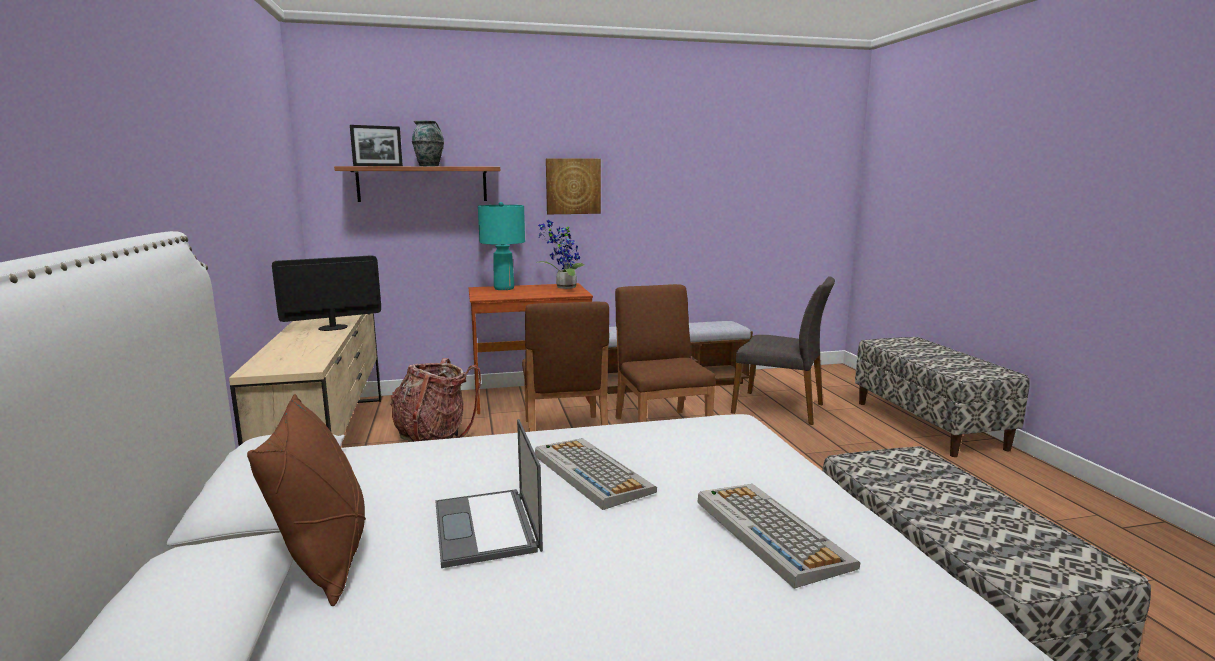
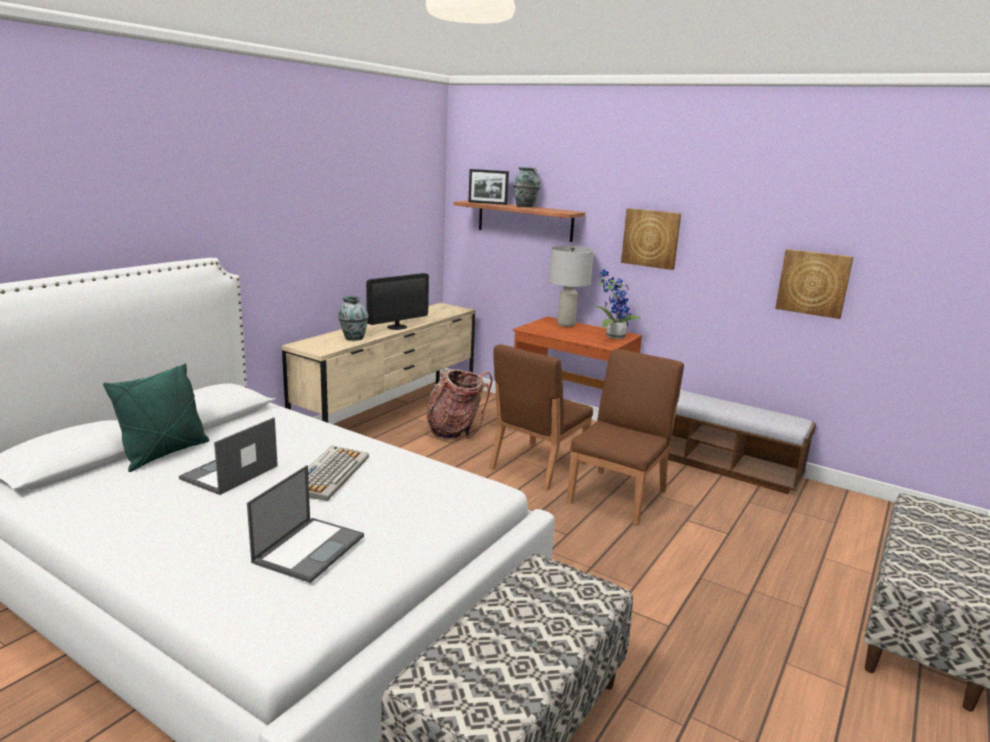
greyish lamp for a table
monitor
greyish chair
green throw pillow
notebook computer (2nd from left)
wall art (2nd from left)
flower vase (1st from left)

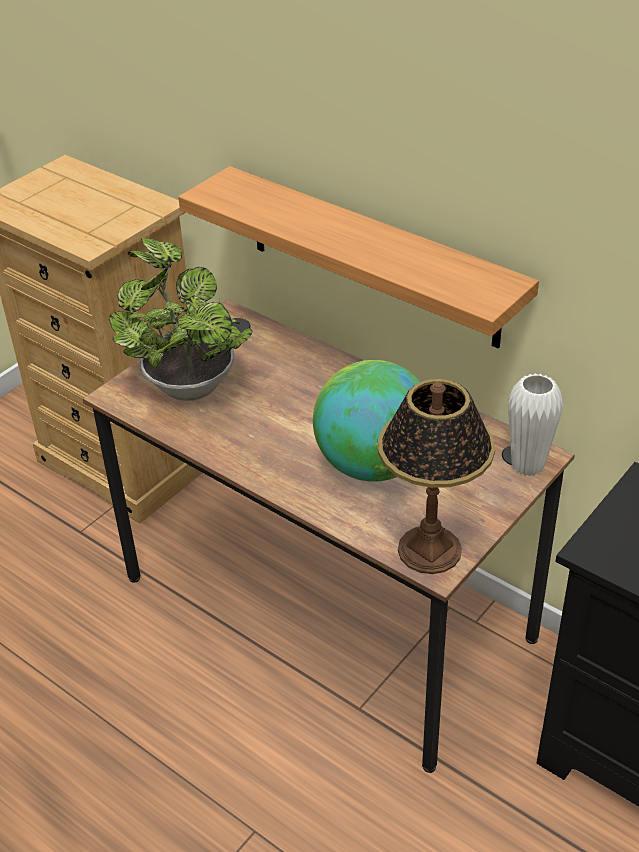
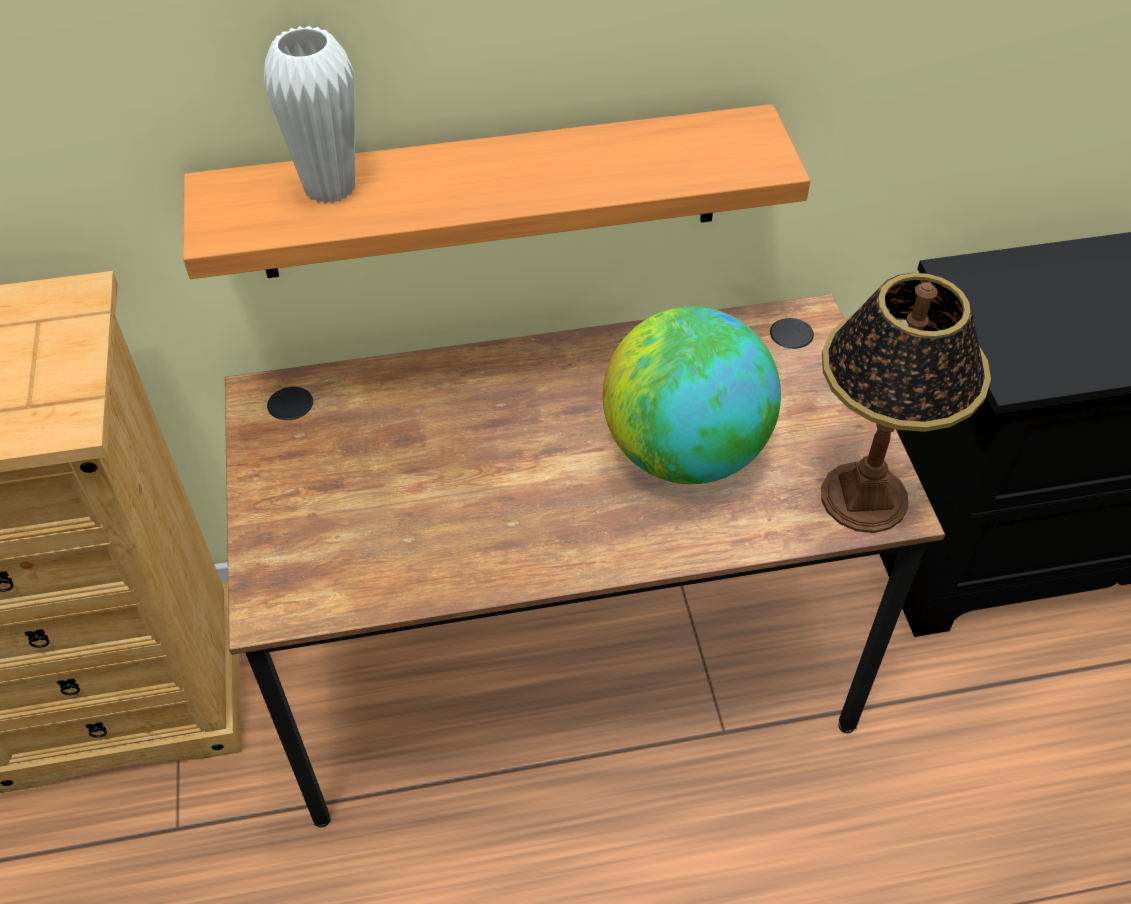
houseplant
white flower vase

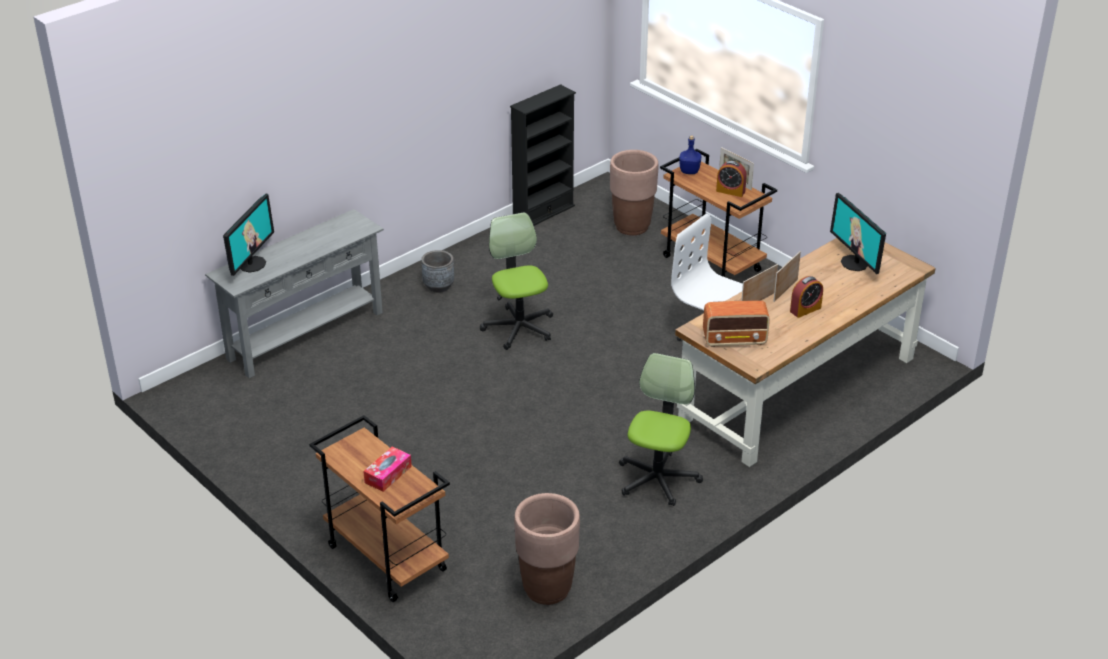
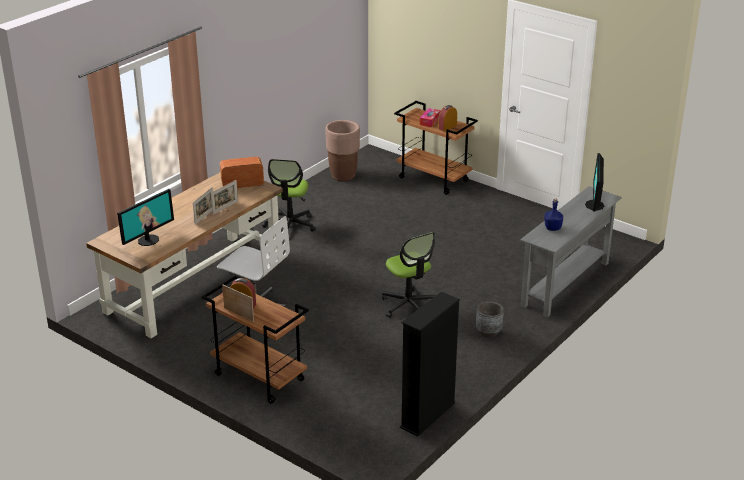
blue drink bottle
brown-coloured planter (2nd from left in the first image)
monitor (1st from left)
bedside clock (2nd from left)

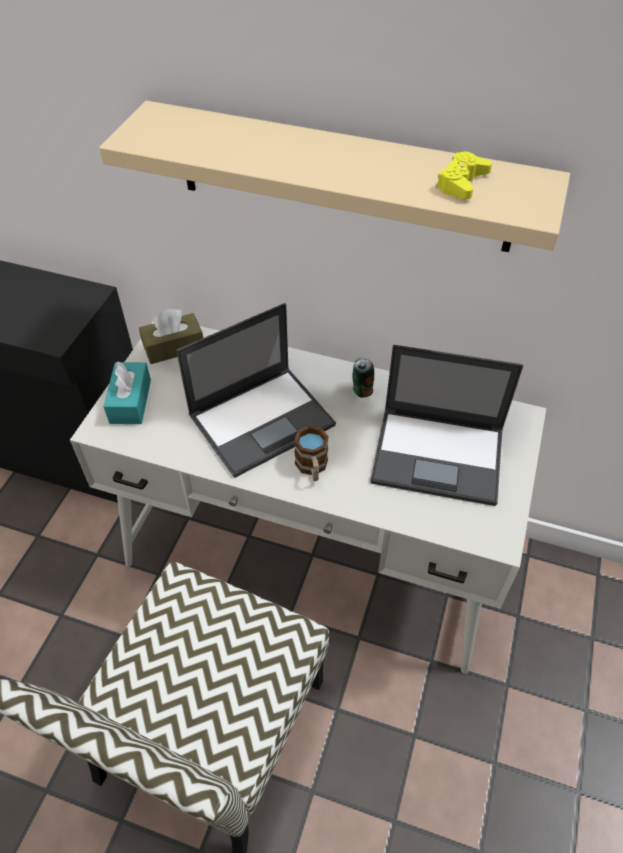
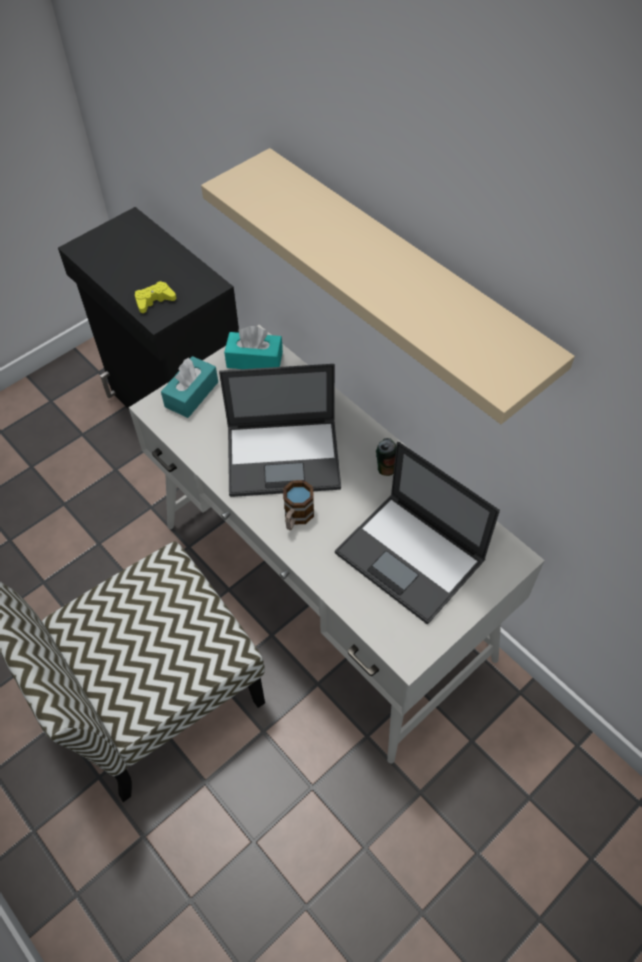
yellowish game controller
blue-green box of tissues (2nd from left)

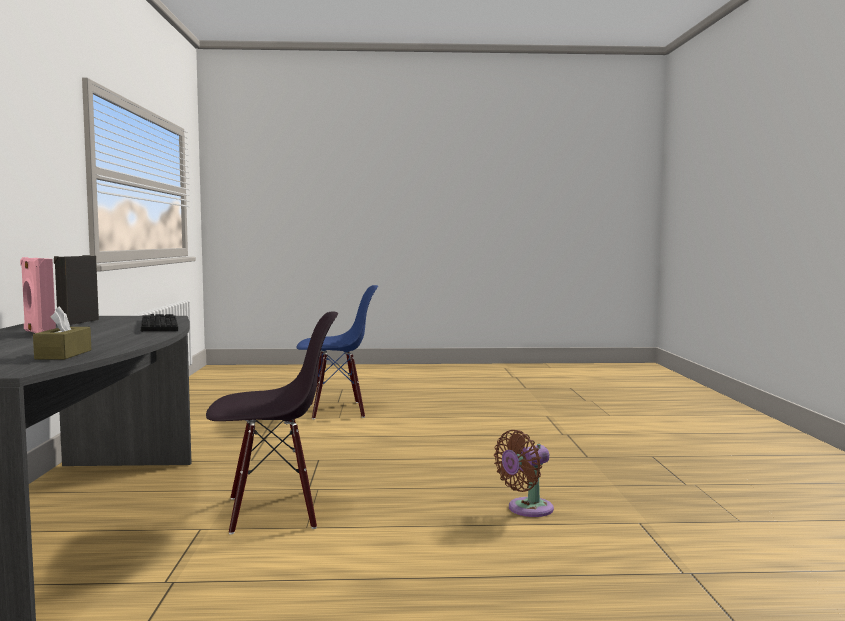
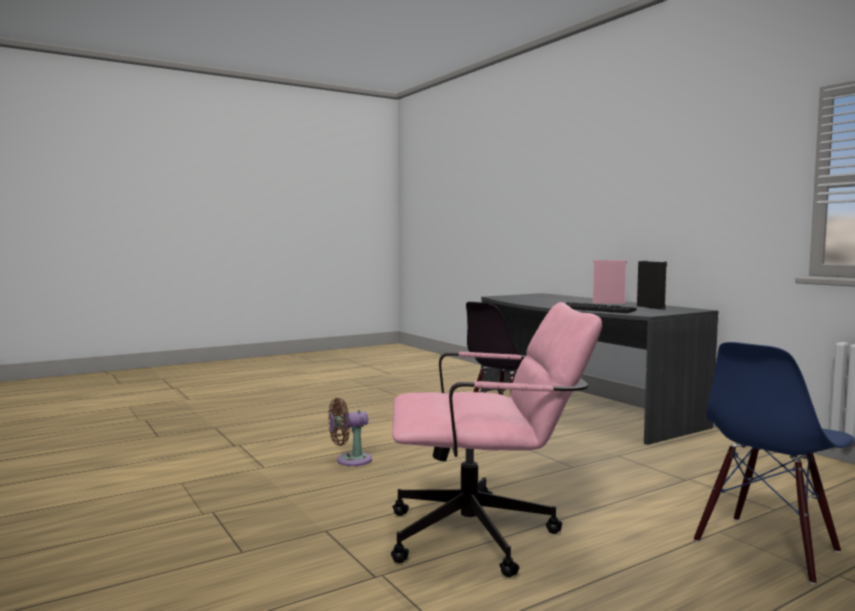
brown-coloured box of tissues
brown-coloured cooling fan
pink-coloured office chair

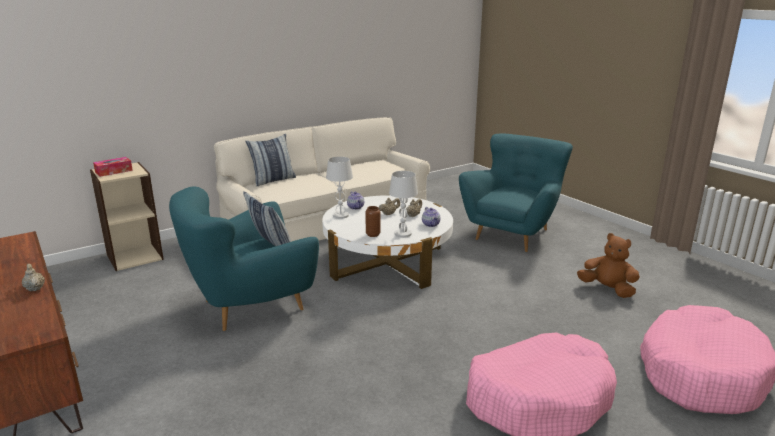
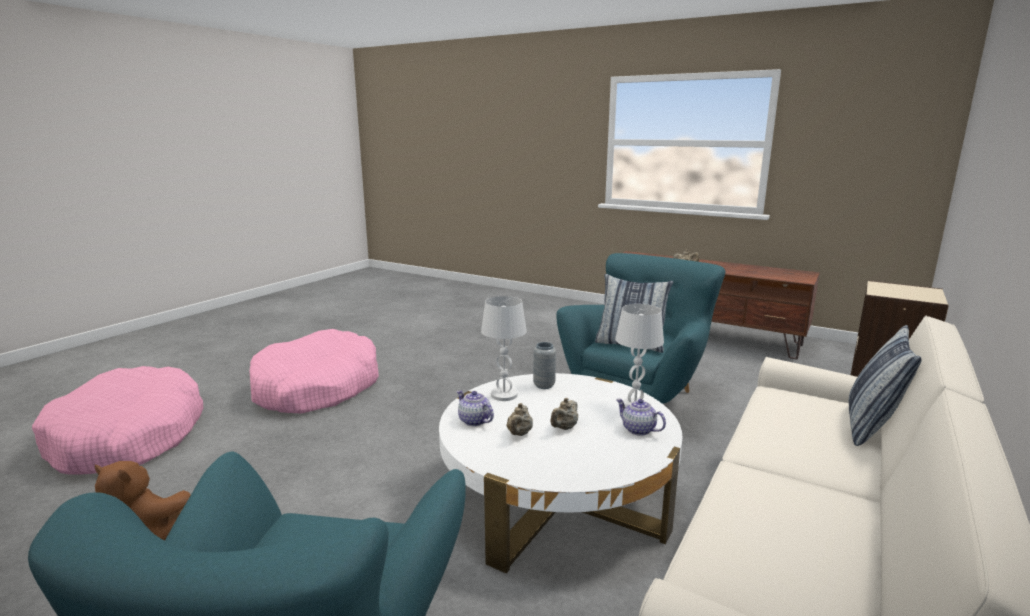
box of tissues
greyish flower vase

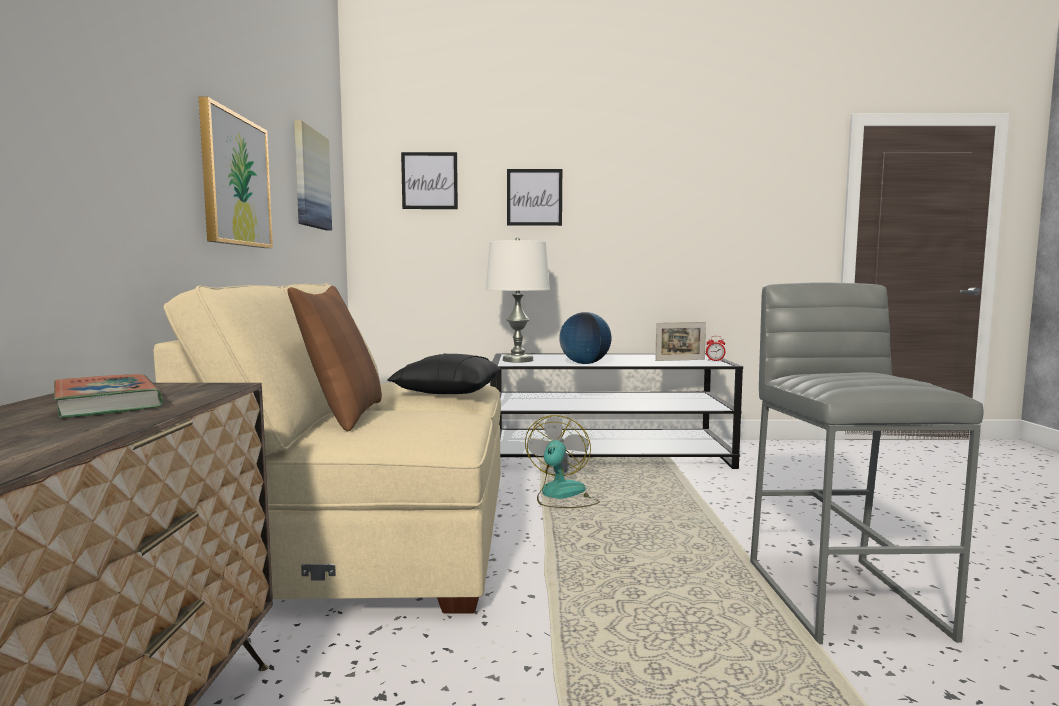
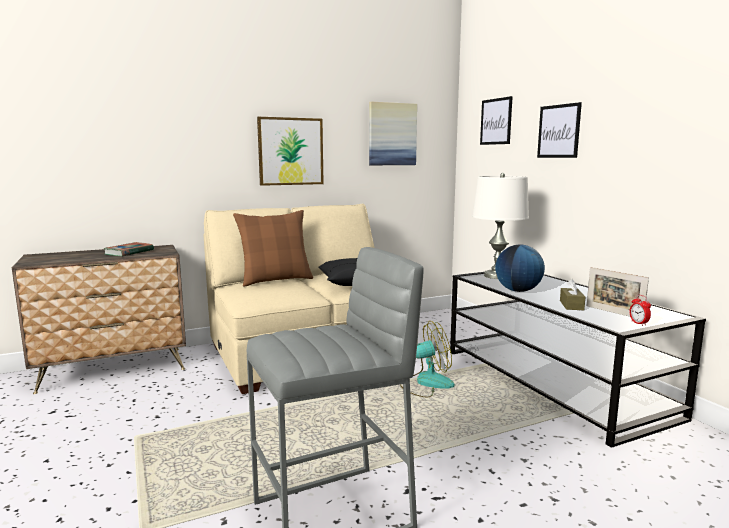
brown-coloured box of tissues

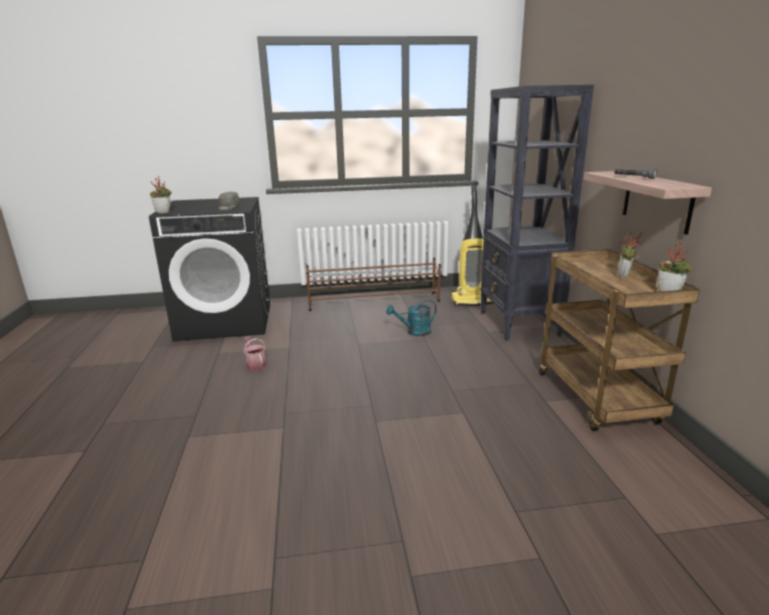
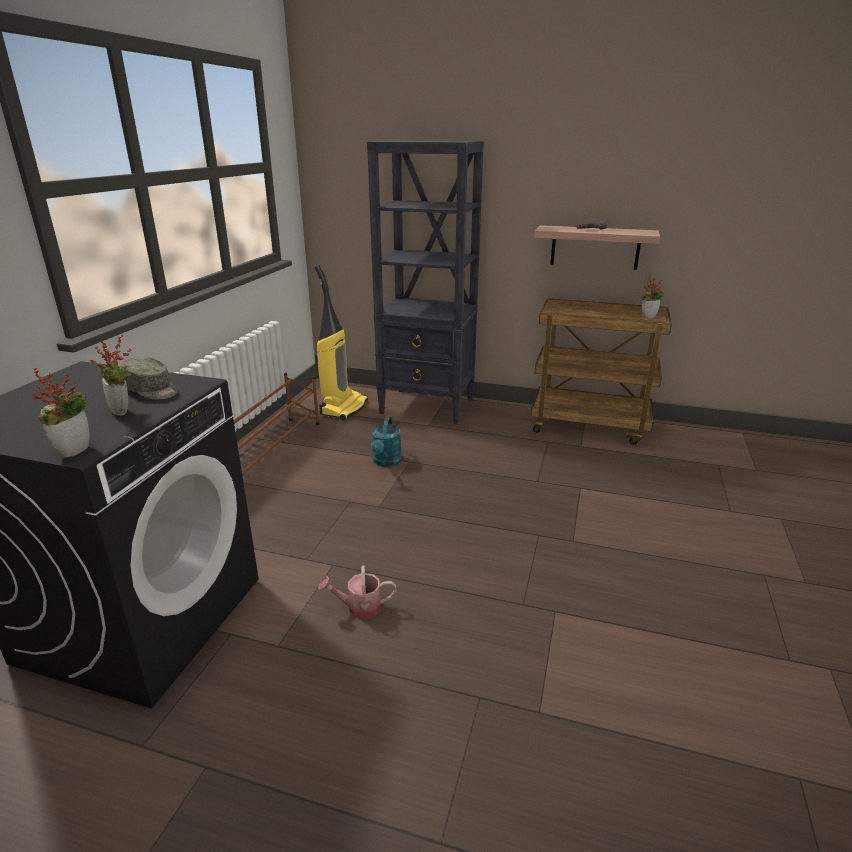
houseplant (2nd from left)

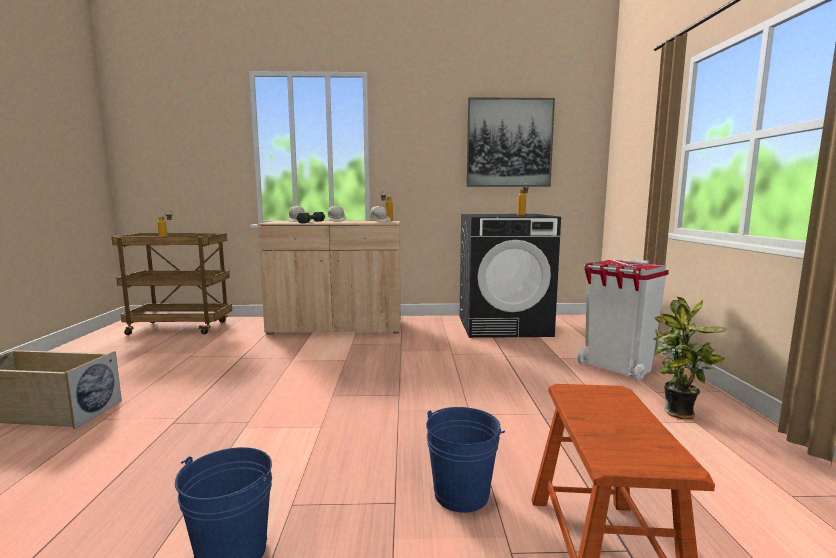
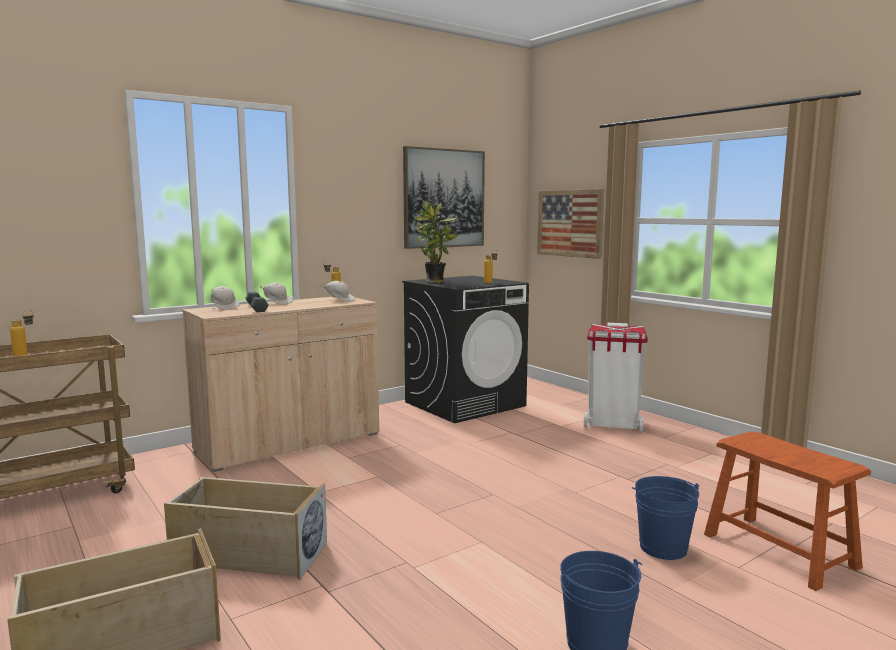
houseplant
wall art (2nd from left)
beige-coloured storage box (2nd from left)

